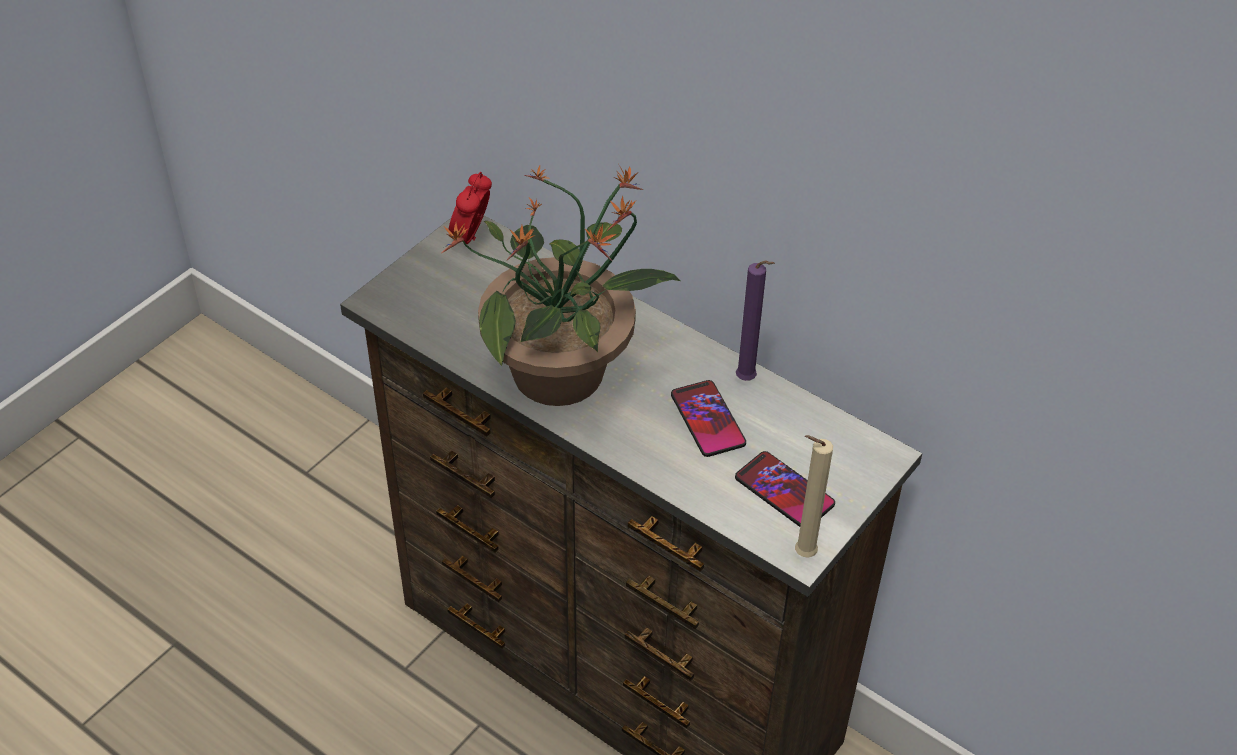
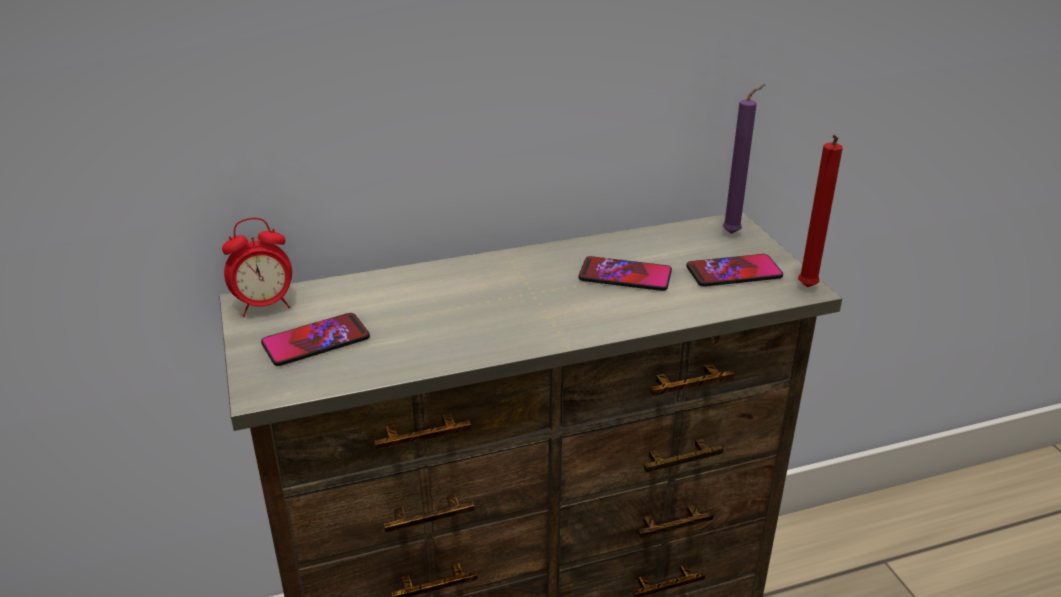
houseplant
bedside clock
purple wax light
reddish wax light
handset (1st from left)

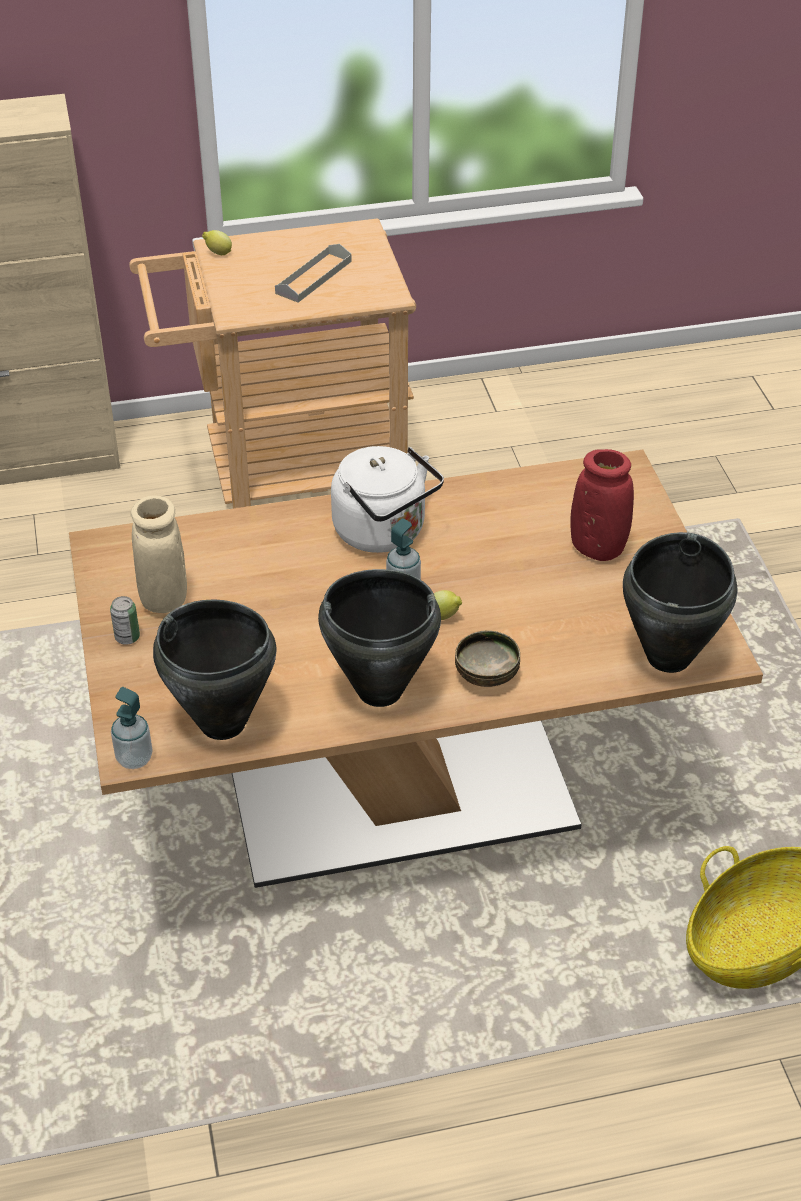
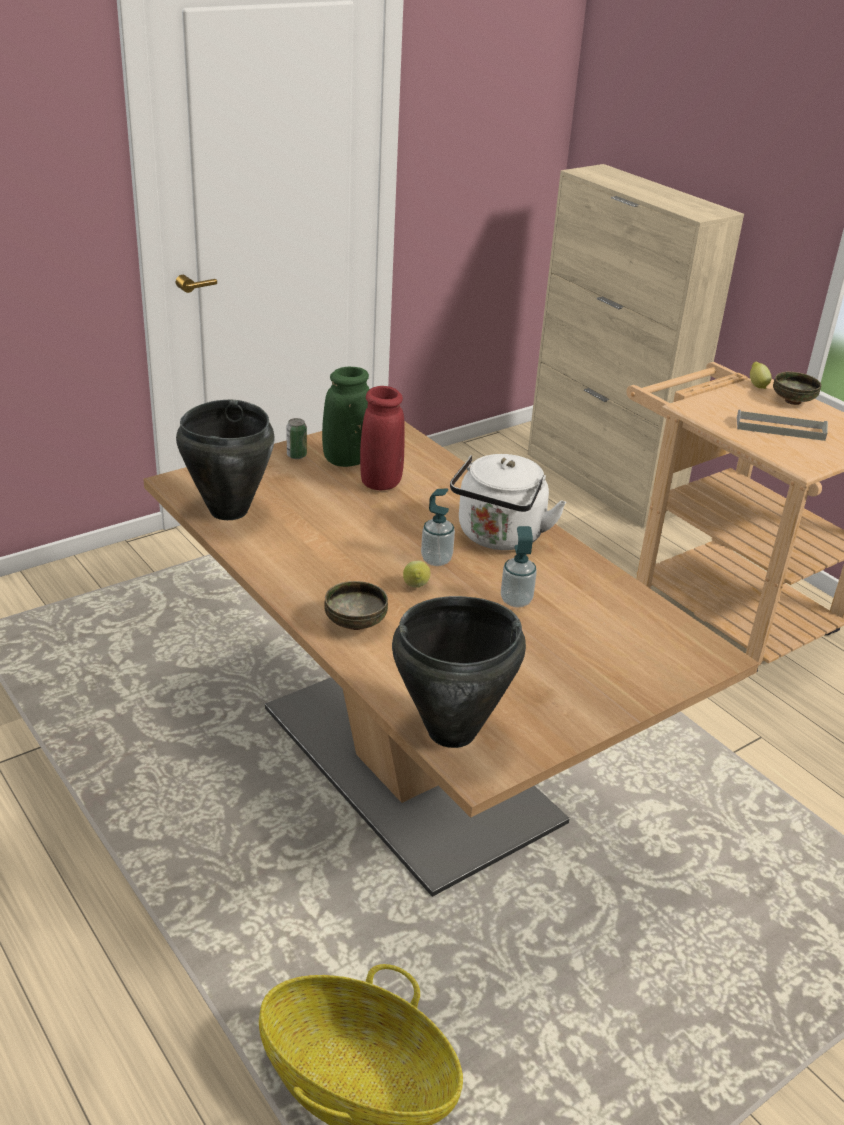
reddish flower vase
green flower vase
black cooking pot (2nd from left in the first image)
soap bottle (2nd from left)
deep dish (2nd from left)

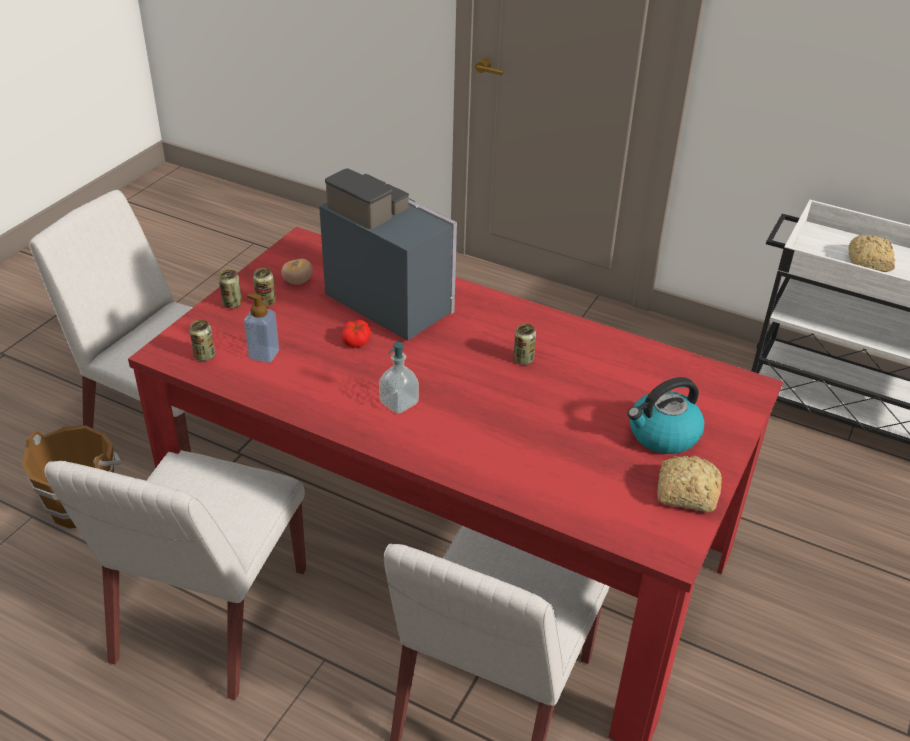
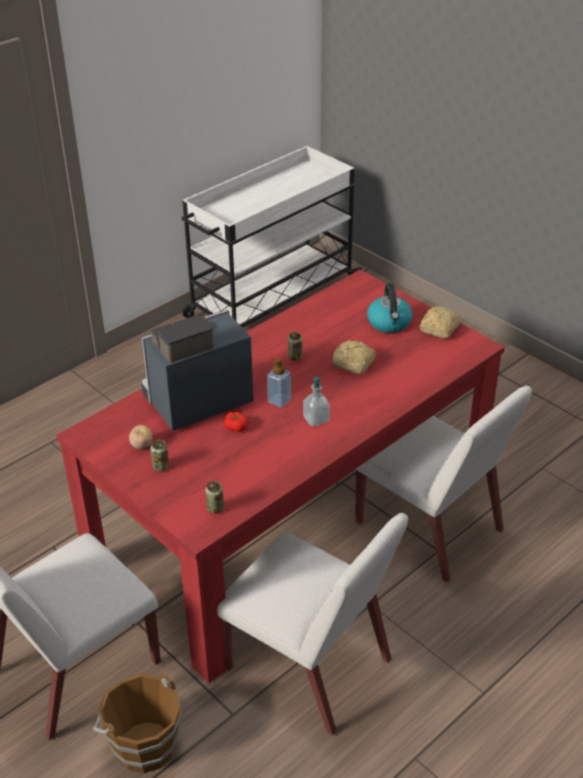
bakery bread (1st from left)
can (2nd from left in the first image)
soap bottle (1st from left)

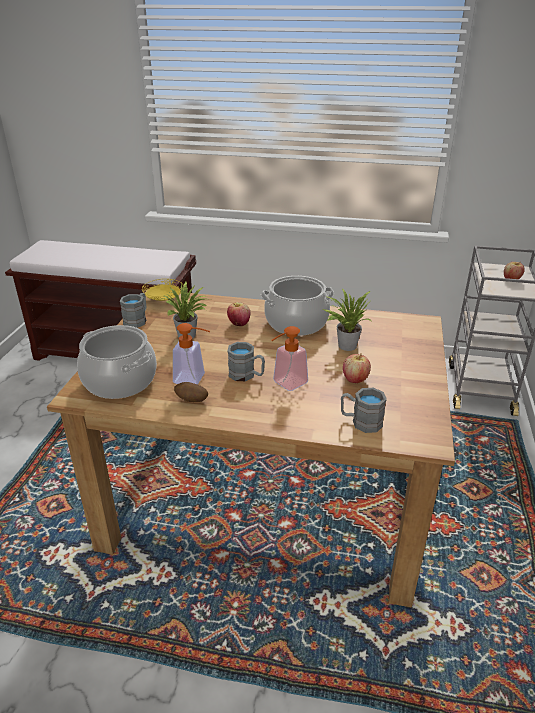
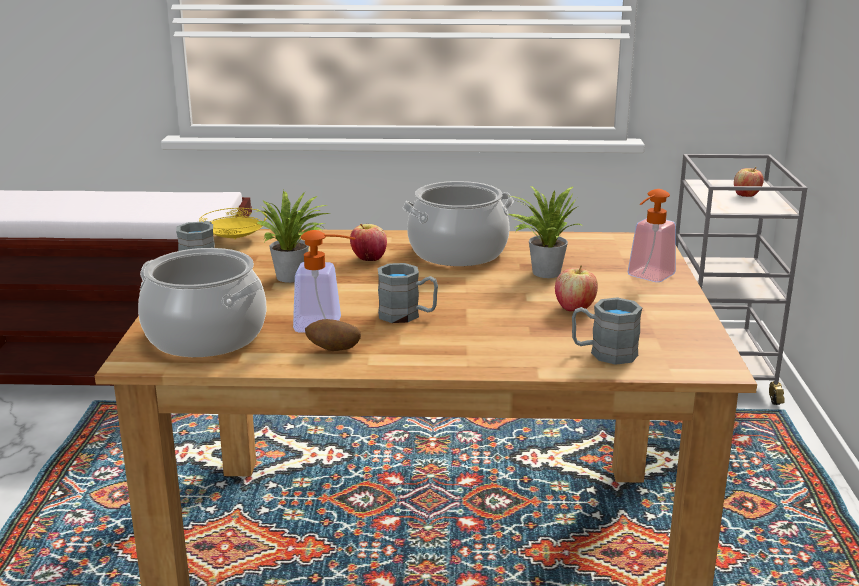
soap bottle (2nd from left)

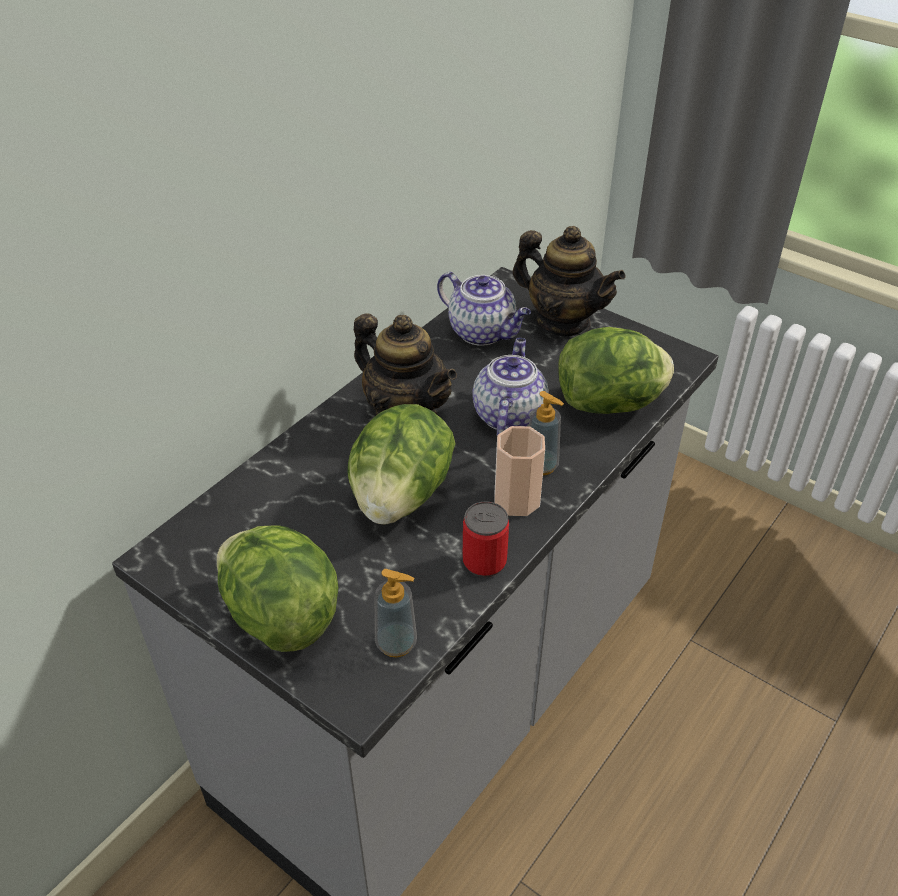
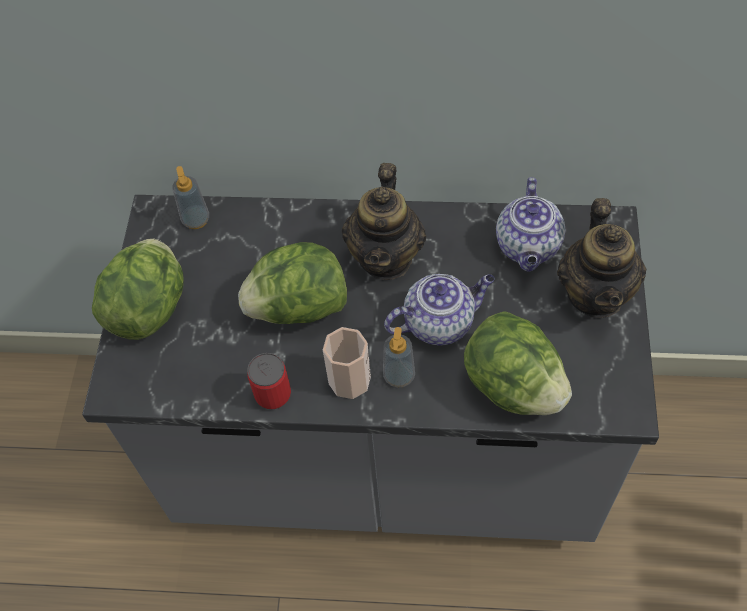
soap bottle (1st from left)

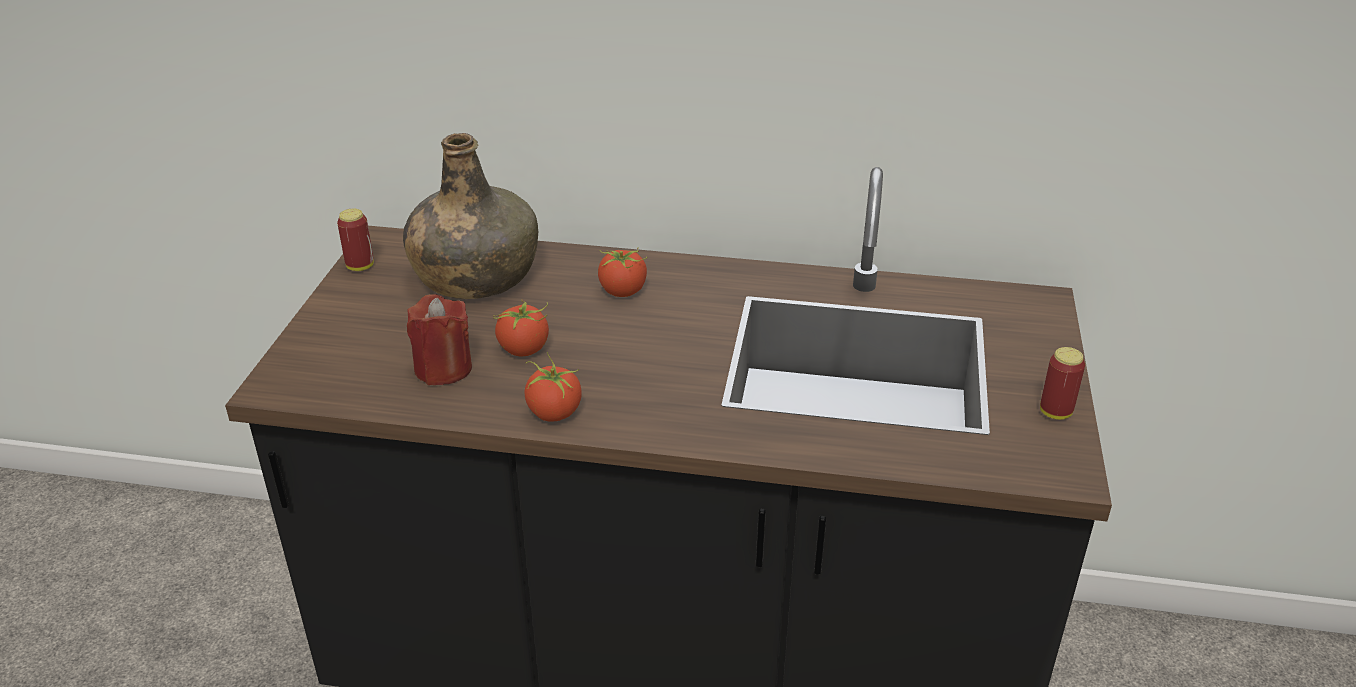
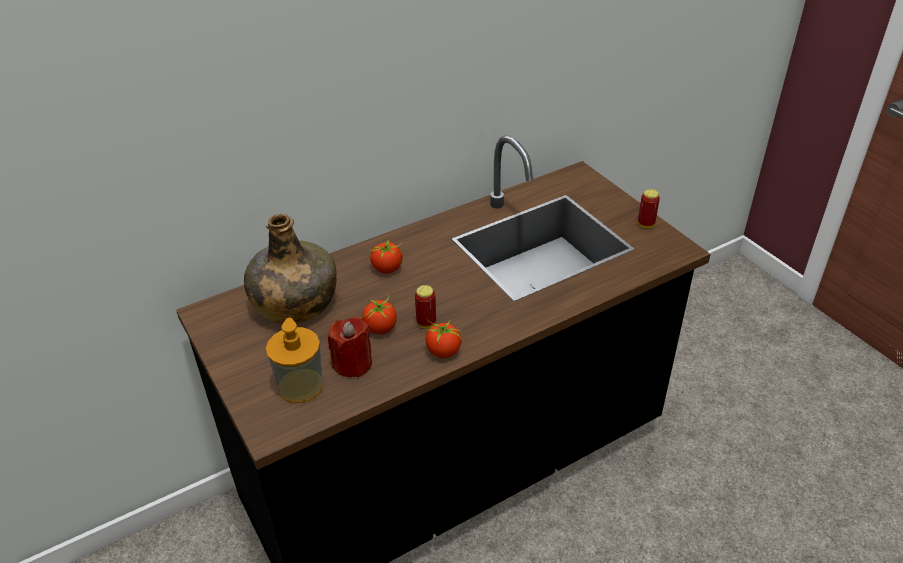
can (1st from left)
soap bottle

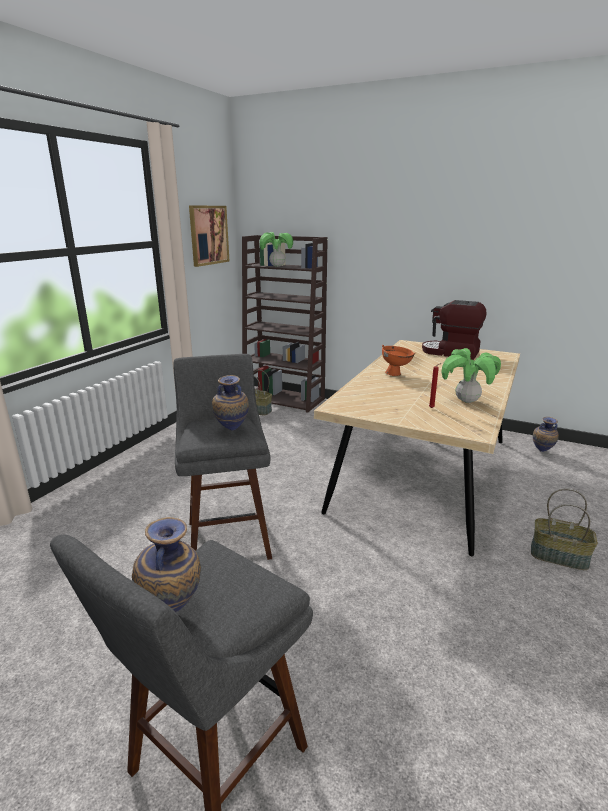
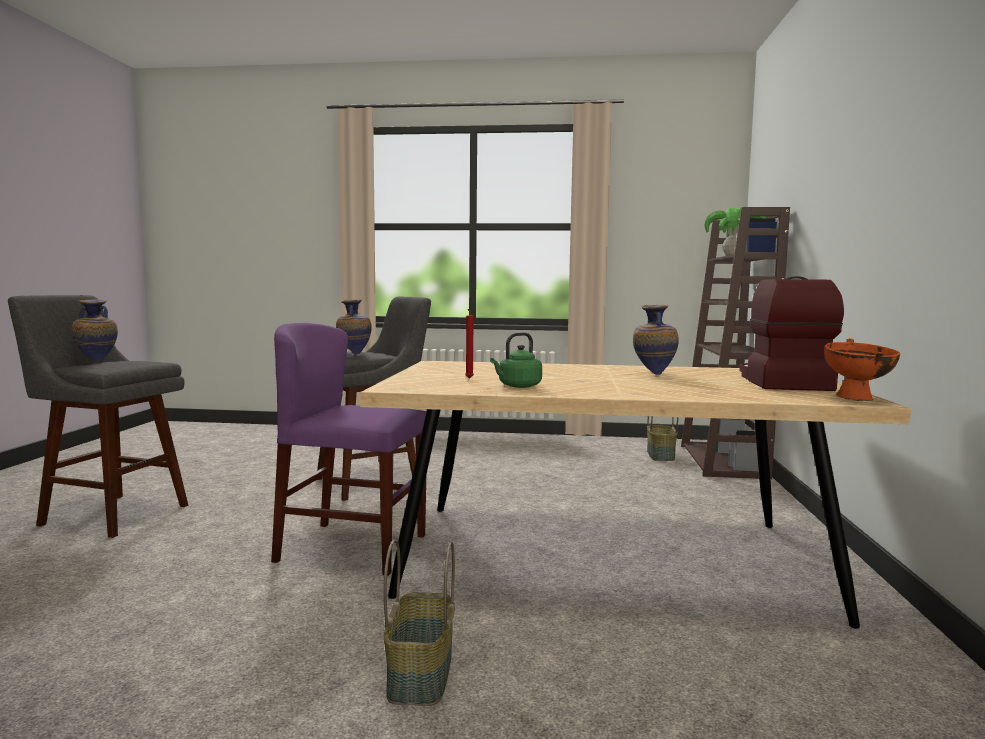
wall art
orangey deep dish
green water kettle
flower vase (3rd from left)
purple chair

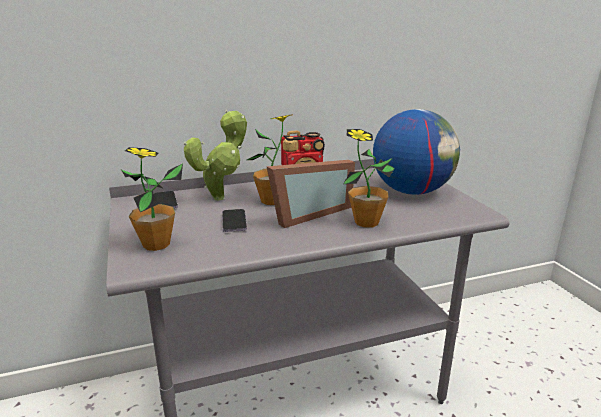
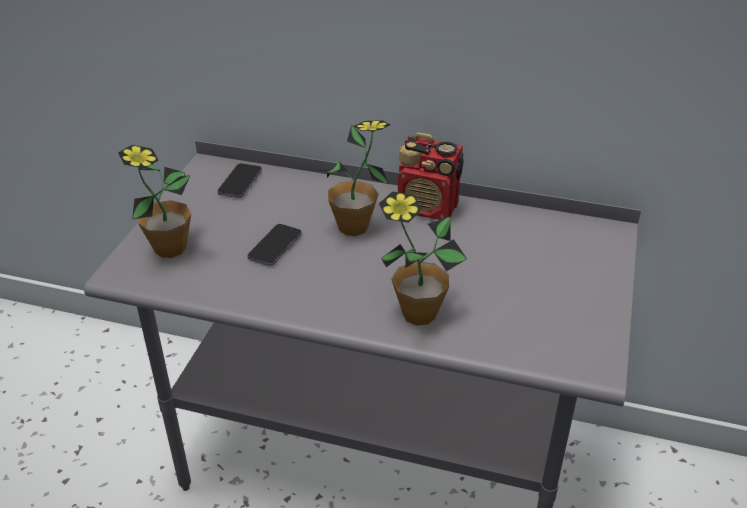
desk globe
houseplant (2nd from left in the first image)
standing frame

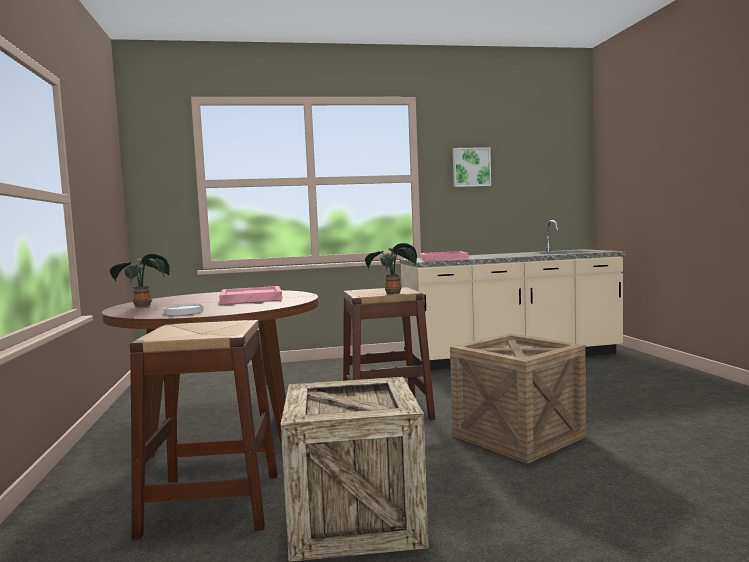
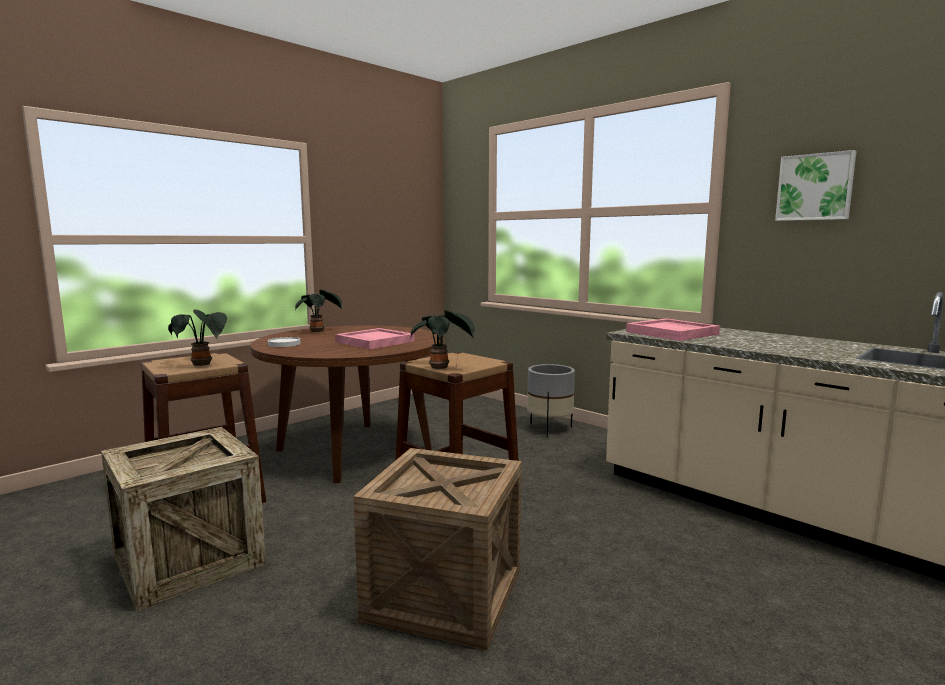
houseplant (1st from left)
greyish planter

